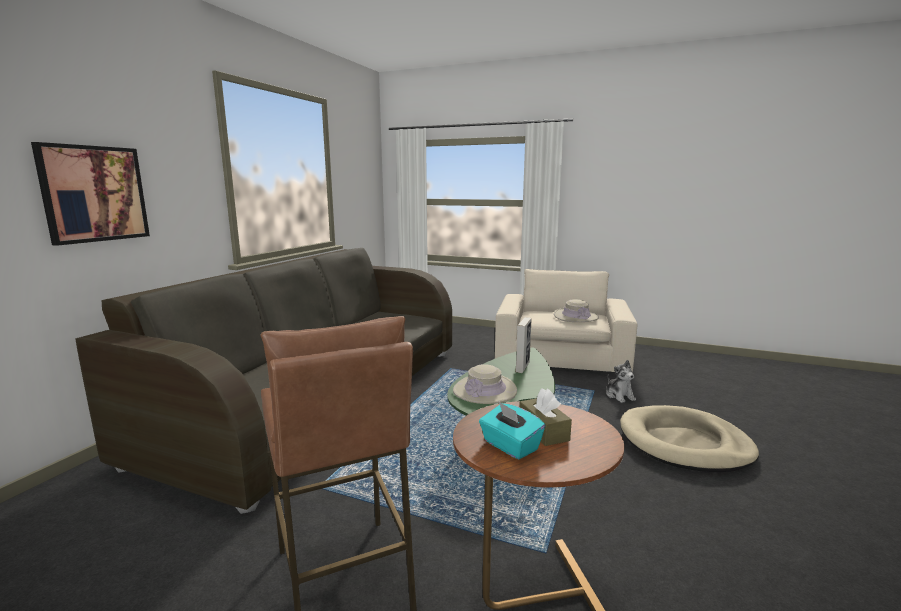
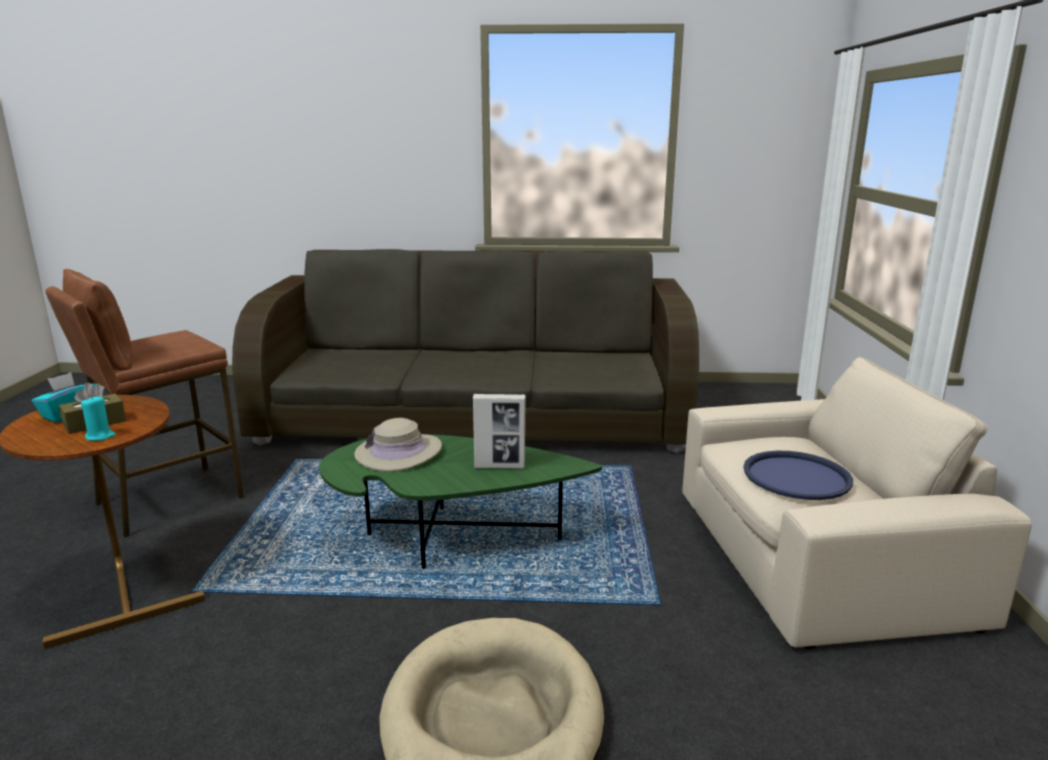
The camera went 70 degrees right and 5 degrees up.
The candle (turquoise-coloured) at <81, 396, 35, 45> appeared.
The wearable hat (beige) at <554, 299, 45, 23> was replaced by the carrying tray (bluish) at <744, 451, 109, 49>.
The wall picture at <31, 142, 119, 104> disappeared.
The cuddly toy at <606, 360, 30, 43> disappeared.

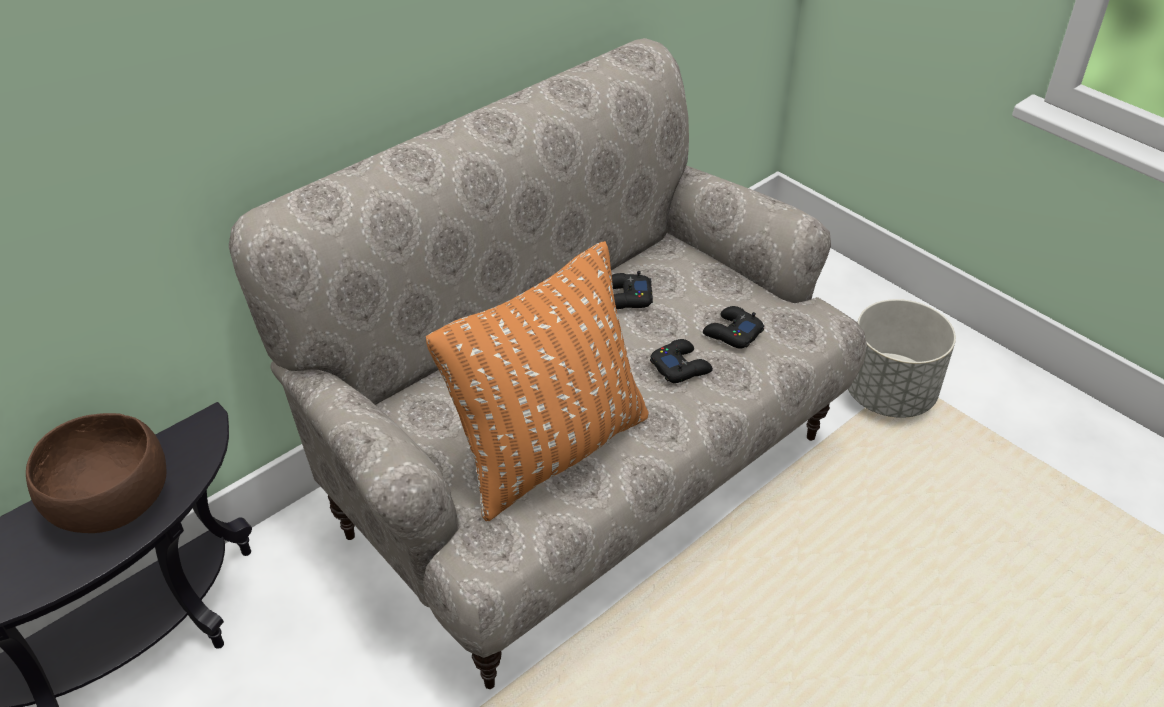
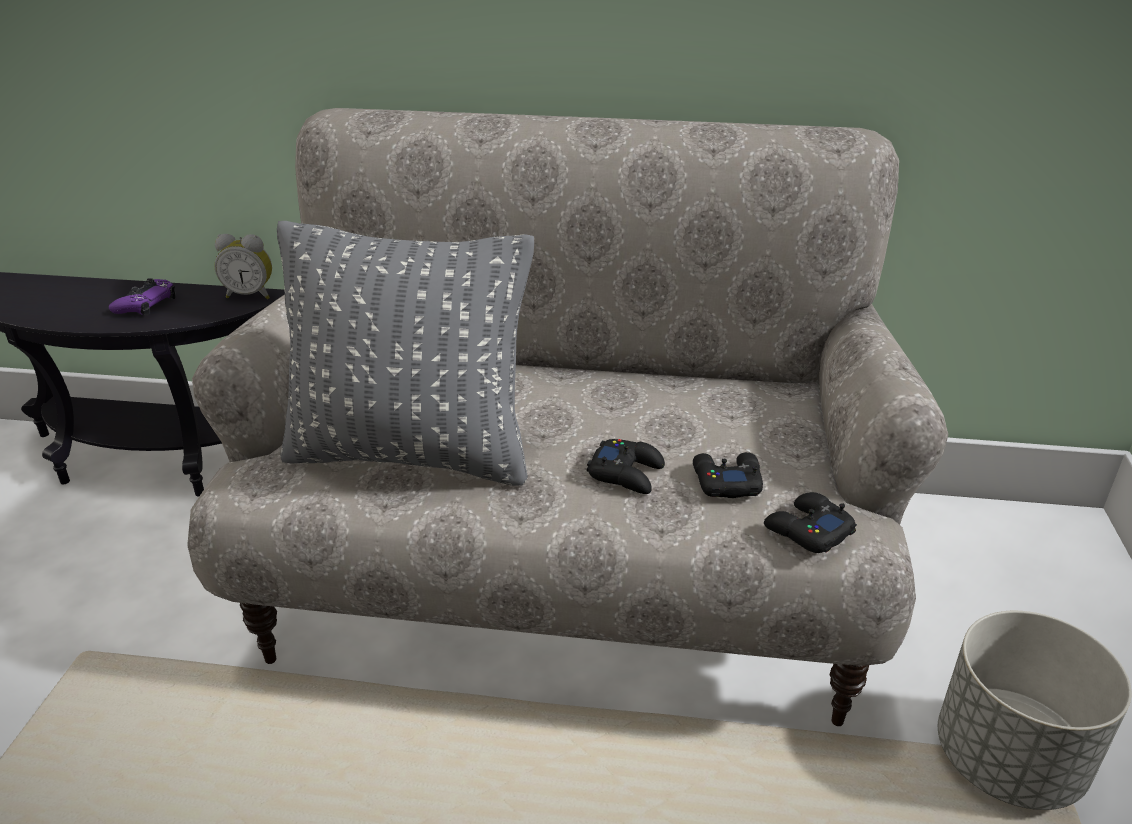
The camera went 50 degrees right and 10 degrees down.
The deep dish (brownish) at <26, 413, 141, 120> was replaced by the gamepad (purple) at <109, 278, 66, 38>.
The bedside clock at <214, 234, 58, 65> appeared.
The cushion (orange) at <426, 241, 223, 280> became the cushion (greyish) at <277, 221, 257, 265>.
The gamepad (black) moved from <612, 271, 41, 38> to <764, 492, 93, 61>.

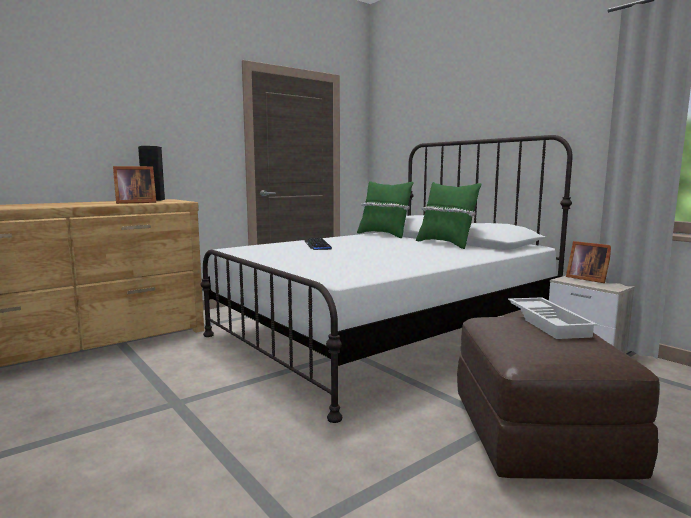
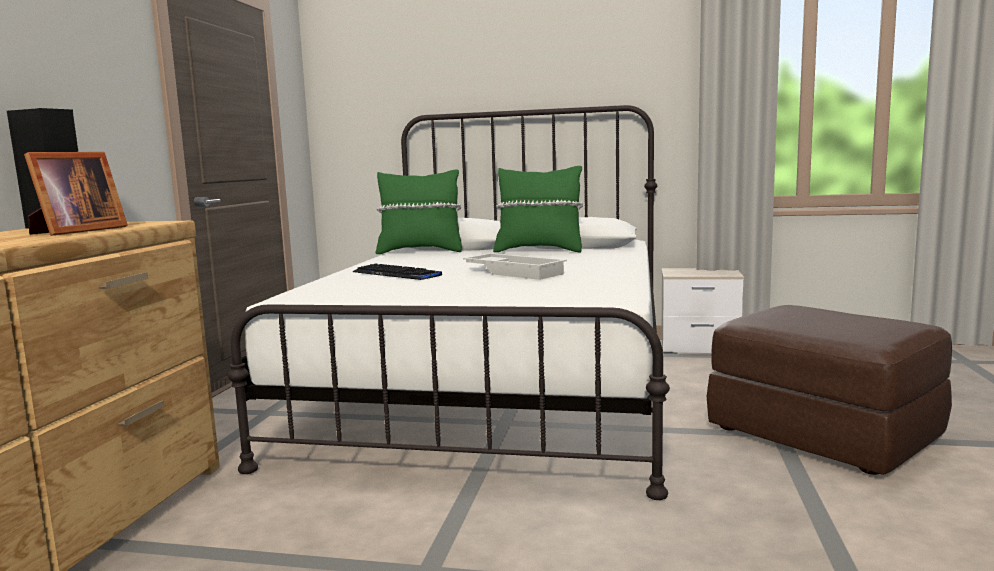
The camera went 40 degrees left and 0 degrees up.
The carrying tray (white) moved from <508, 297, 90, 42> to <463, 253, 104, 27>.
The picture frame at <566, 241, 45, 42> disappeared.

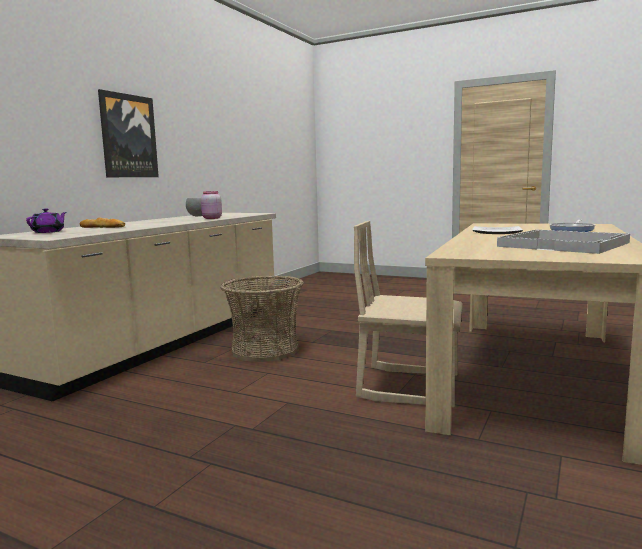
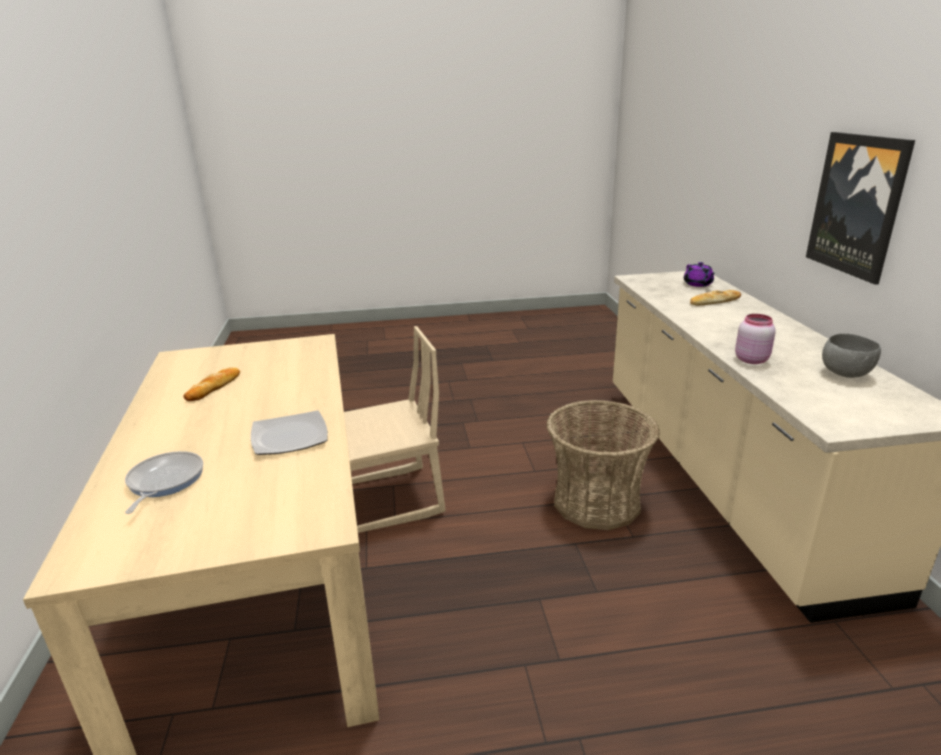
The camera went 145 degrees right and 15 degrees up.
The carrying tray (white) at <497, 230, 133, 24> was replaced by the bread at <183, 367, 57, 34>.

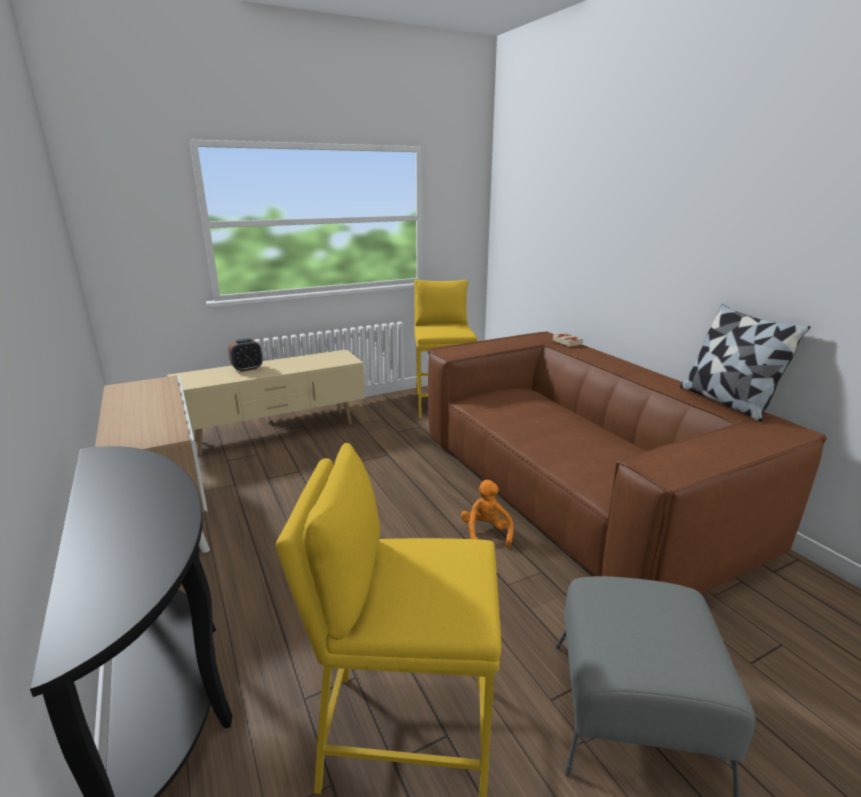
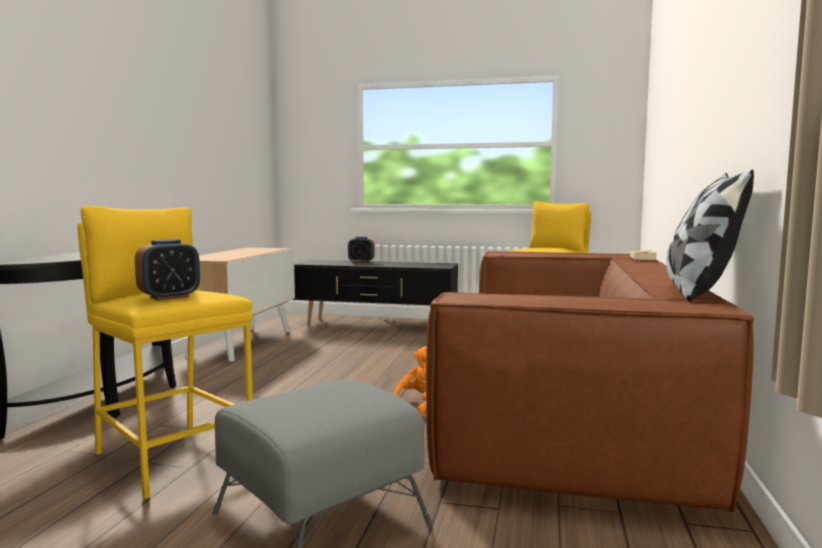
The camera went 40 degrees right and 15 degrees down.
The bedside clock at <135, 239, 65, 61> appeared.
The tv unit (beige) at <167, 349, 198, 107> became the tv unit (black) at <293, 260, 165, 66>.

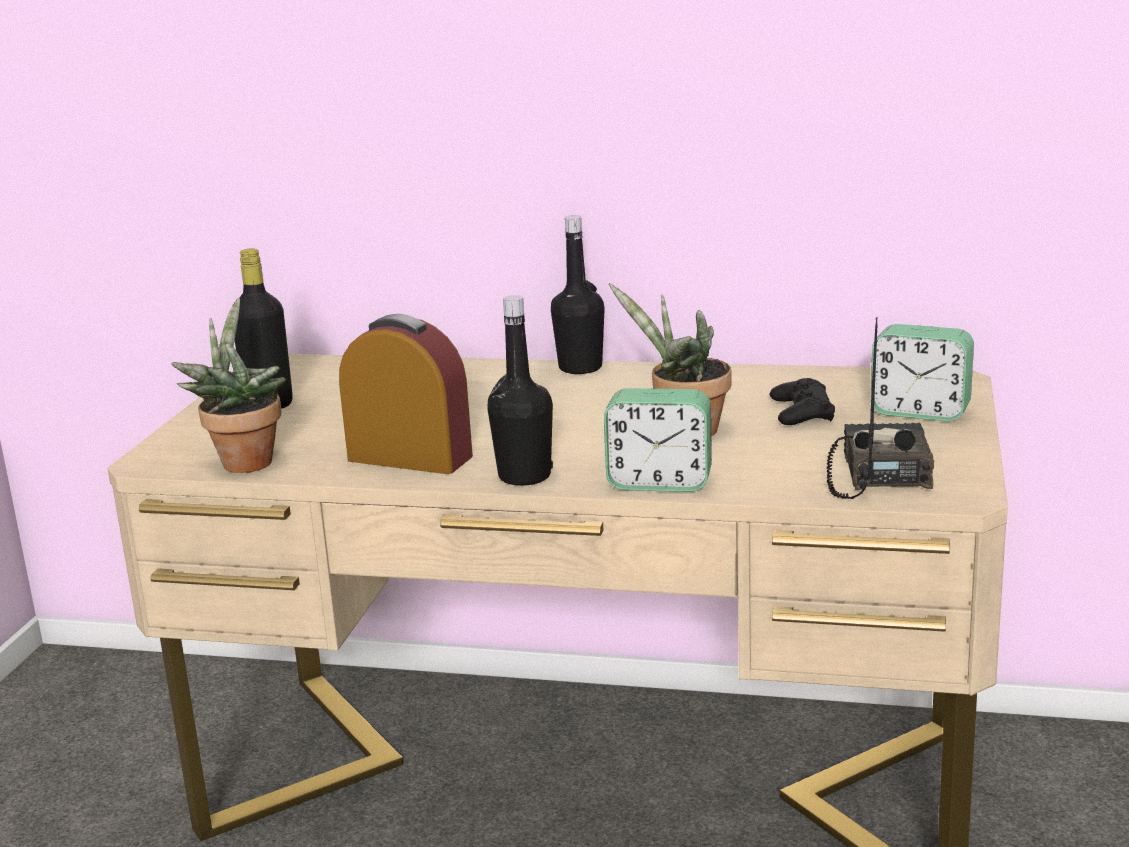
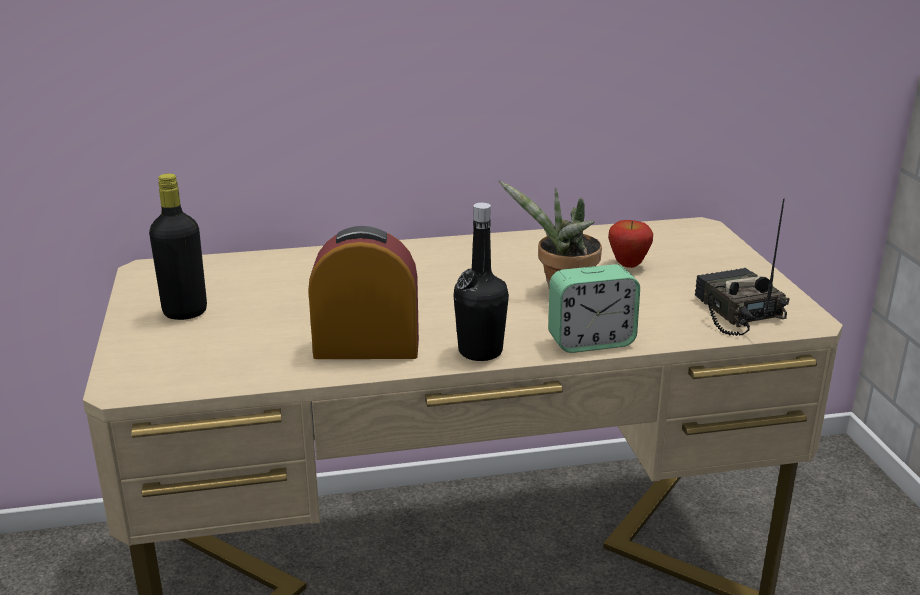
The camera went 25 degrees left and 5 degrees up.
The gamepad (black) at <770, 378, 65, 47> was replaced by the whole apple at <608, 220, 45, 48>.
The potted plant at <171, 298, 115, 175> disappeared.
The drink bottle (black) at <551, 215, 54, 159> disappeared.
The bedside clock at <871, 324, 103, 98> disappeared.

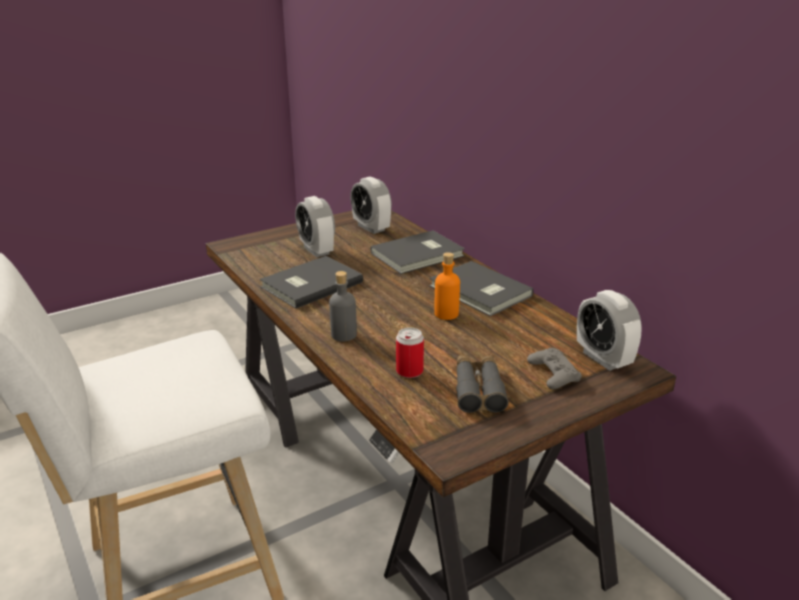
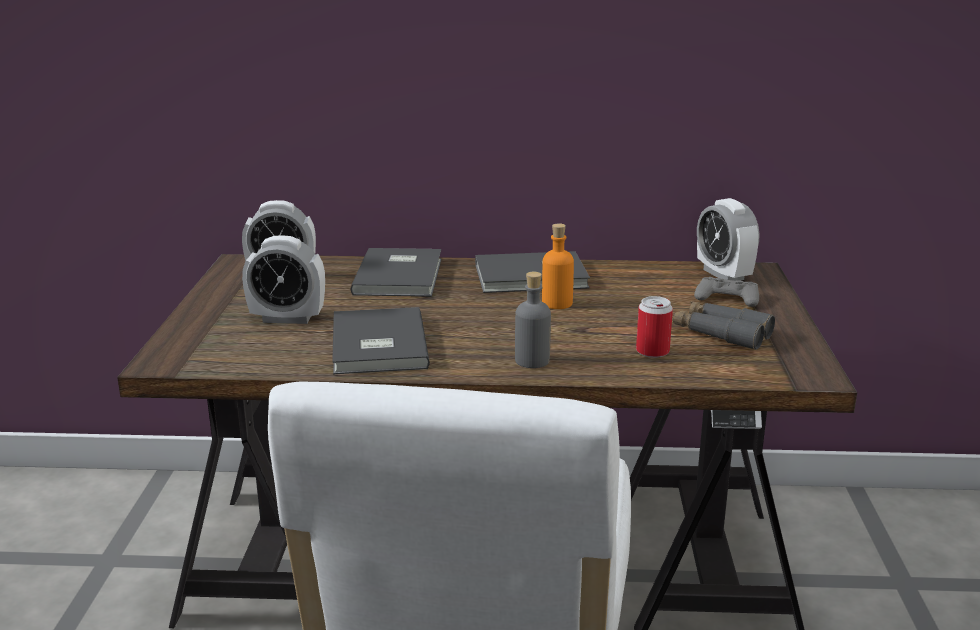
The camera went 55 degrees left and 5 degrees down.
The bedside clock at <577, 290, 65, 81> turned 60 degrees clockwise.

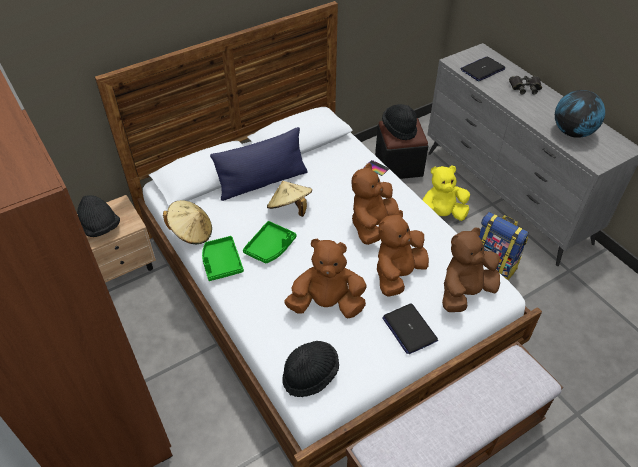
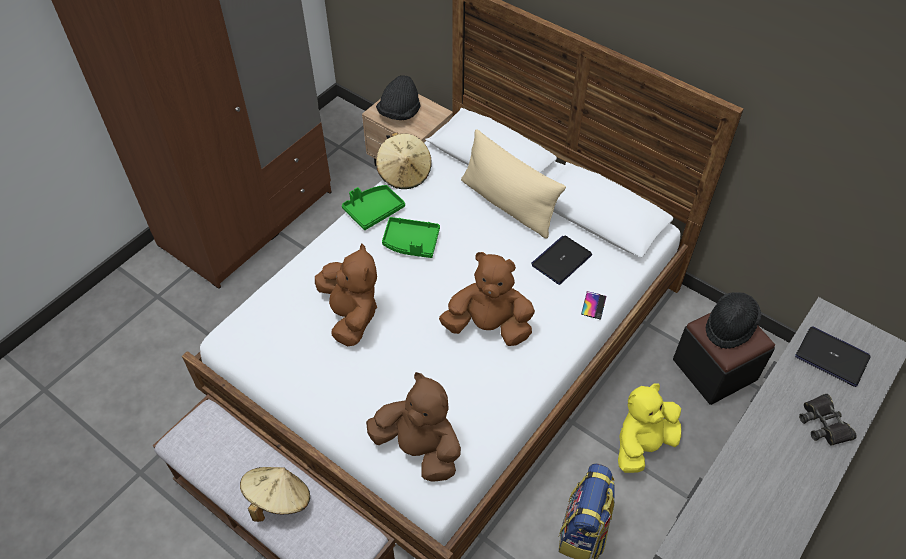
The camera went 70 degrees right and 5 degrees up.
The wearable hat (beige) moved from <267, 181, 45, 36> to <240, 467, 70, 55>.
The cushion (bluish) at <210, 127, 97, 74> became the cushion (beige) at <461, 129, 105, 110>.
The portable computer moved from <382, 303, 56, 51> to <531, 236, 61, 49>.
The cuddly toy (yellow-coloured) at <423, 165, 47, 56> turned 90 degrees counterclockwise.
The wearable hat (black) at <282, 341, 57, 56> disappeared.
The cuddly toy (brownish) at <377, 210, 52, 87> disappeared.
The desk globe at <555, 90, 50, 48> disappeared.

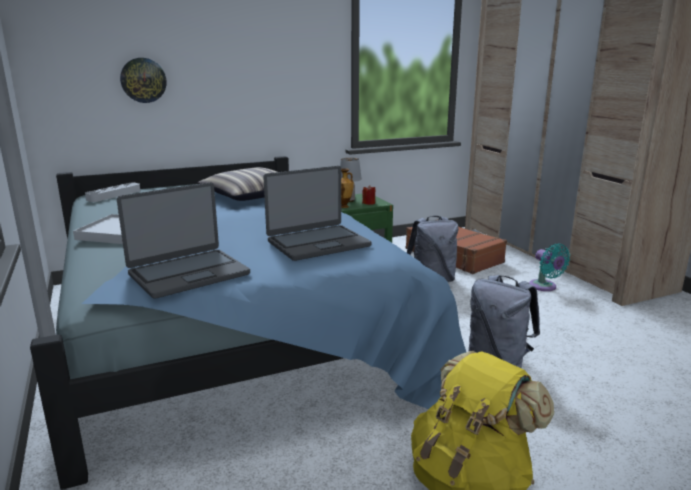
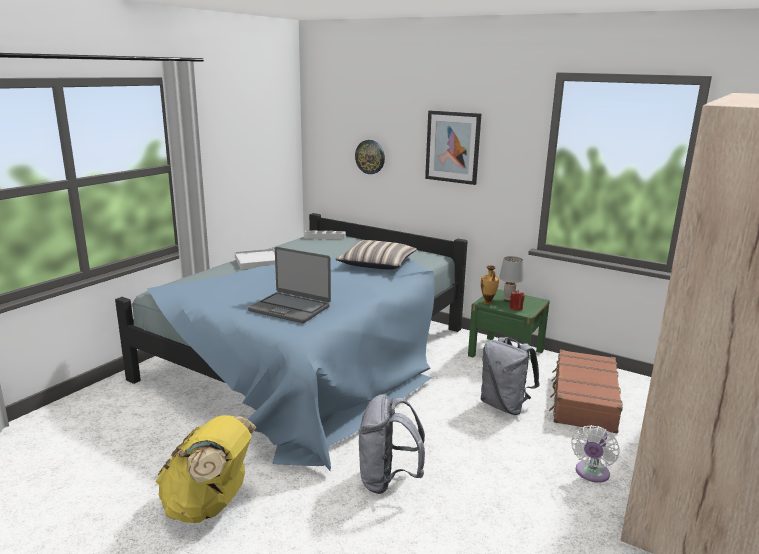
The camera went 55 degrees right and 0 degrees up.
The wall picture at <425, 110, 56, 75> appeared.
The electric fan (turquoise-coloured) at <529, 243, 41, 48> became the electric fan (white) at <571, 425, 49, 58>.
The portable computer at <117, 182, 133, 117> disappeared.

